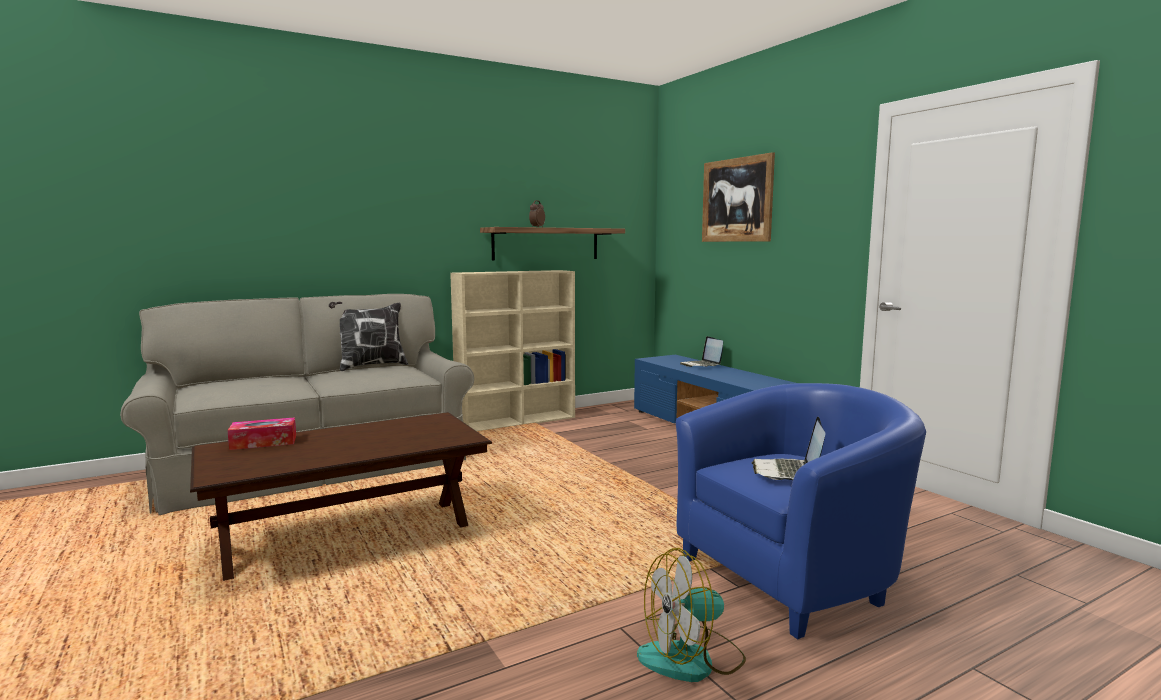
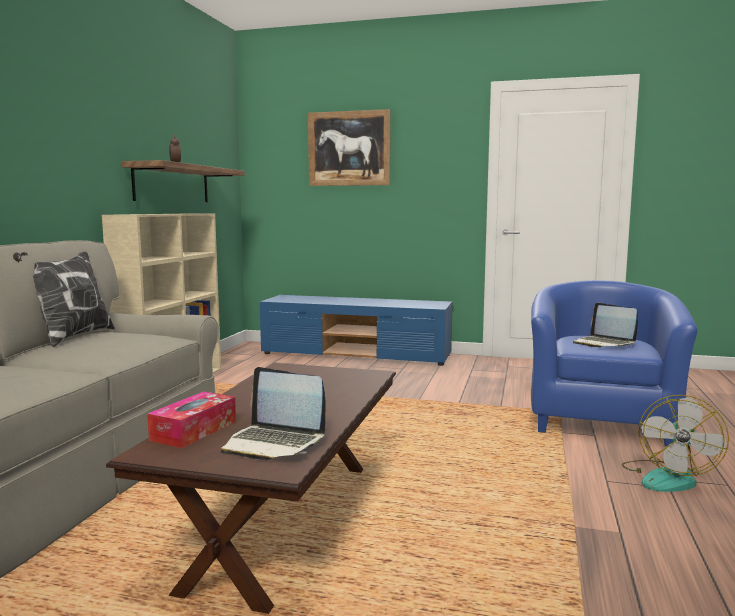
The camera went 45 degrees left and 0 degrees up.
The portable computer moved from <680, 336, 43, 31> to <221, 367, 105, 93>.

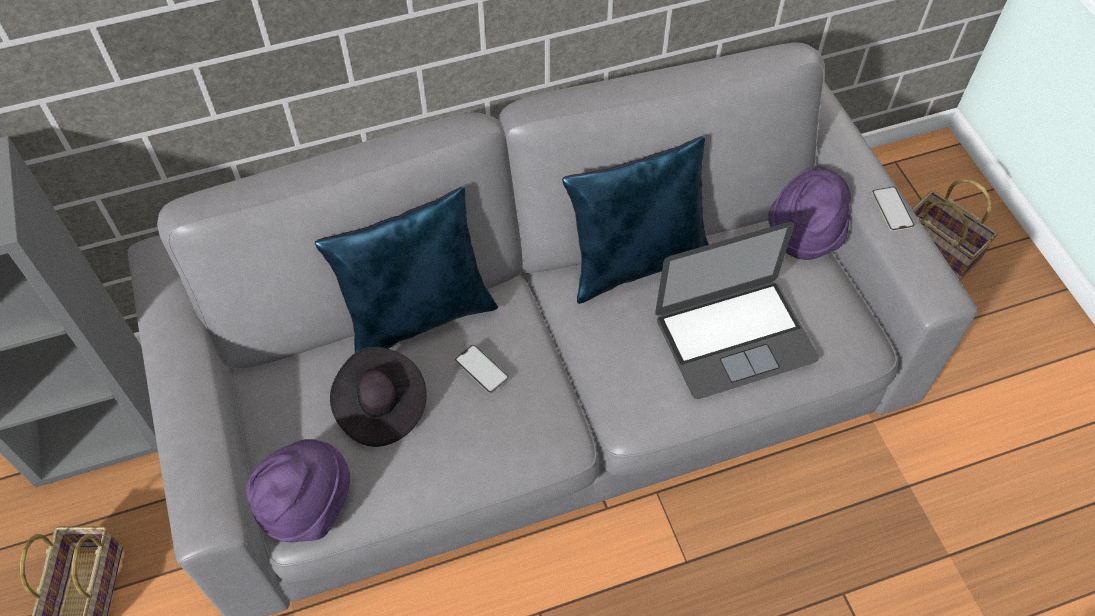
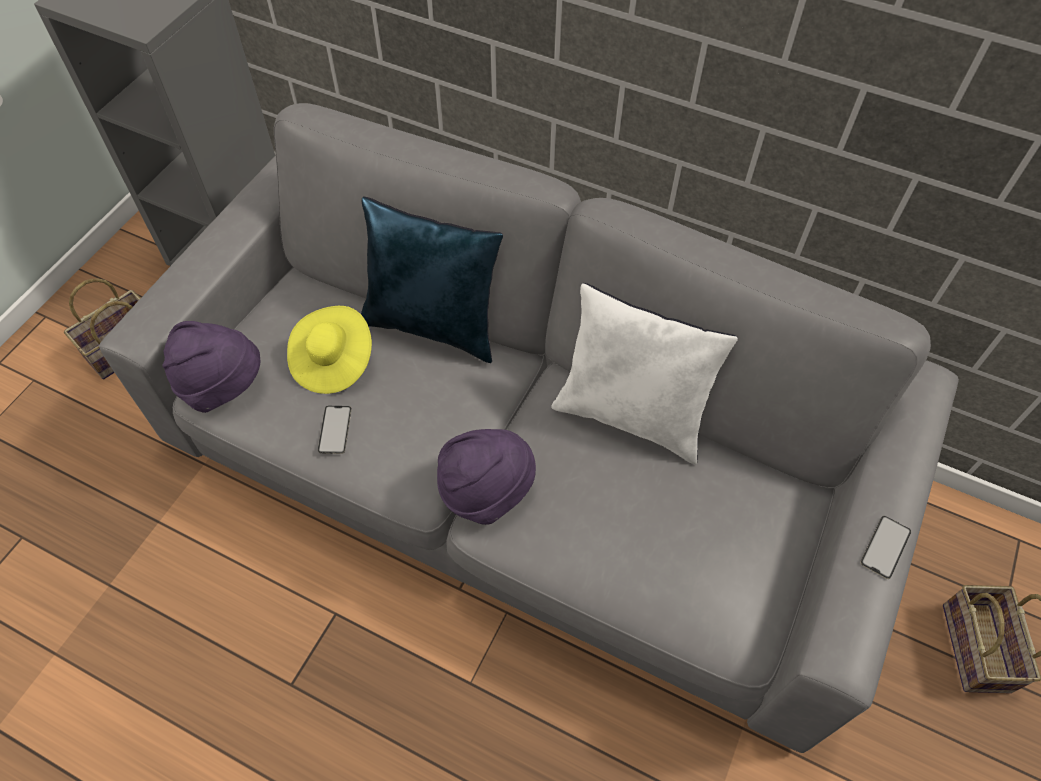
The camera went 45 degrees right and 0 degrees up.
The wearable hat (black) at <330, 347, 97, 100> became the wearable hat (yellow-coloured) at <287, 306, 85, 88>.
The handset moved from <455, 344, 54, 49> to <318, 406, 34, 48>.
The wearable hat (purple) moved from <768, 168, 83, 92> to <437, 429, 99, 96>.
The cushion (bluish) at <562, 136, 147, 168> became the cushion (white) at <551, 283, 187, 181>.
The portable computer at <655, 222, 164, 177> disappeared.

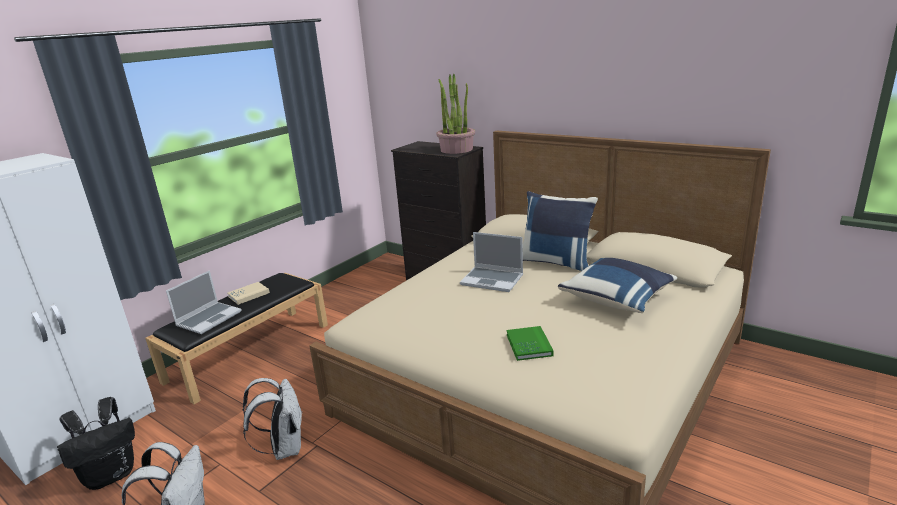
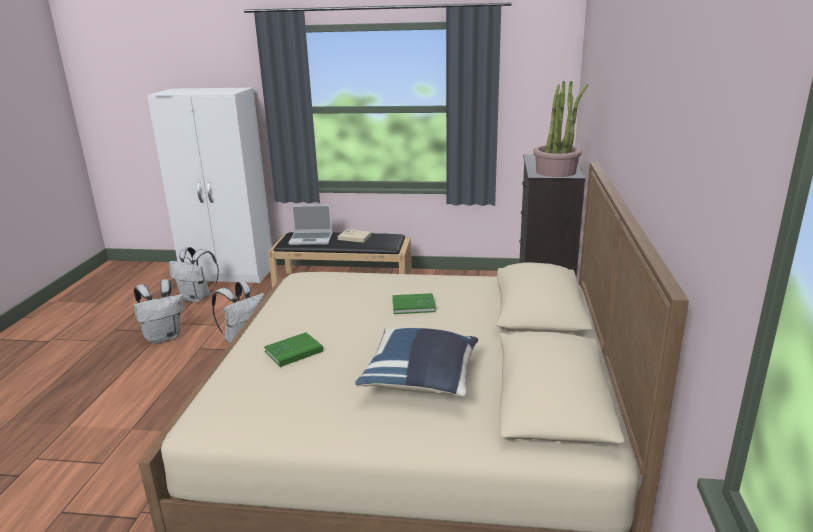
The camera went 60 degrees right and 0 degrees up.
The backpack (black) at <57, 397, 78, 93> became the backpack (white) at <169, 247, 50, 56>.
The portable computer at <460, 232, 63, 60> was replaced by the bound book (green-coloured) at <392, 293, 44, 21>.
The cushion (bluish) at <523, 191, 75, 80> disappeared.

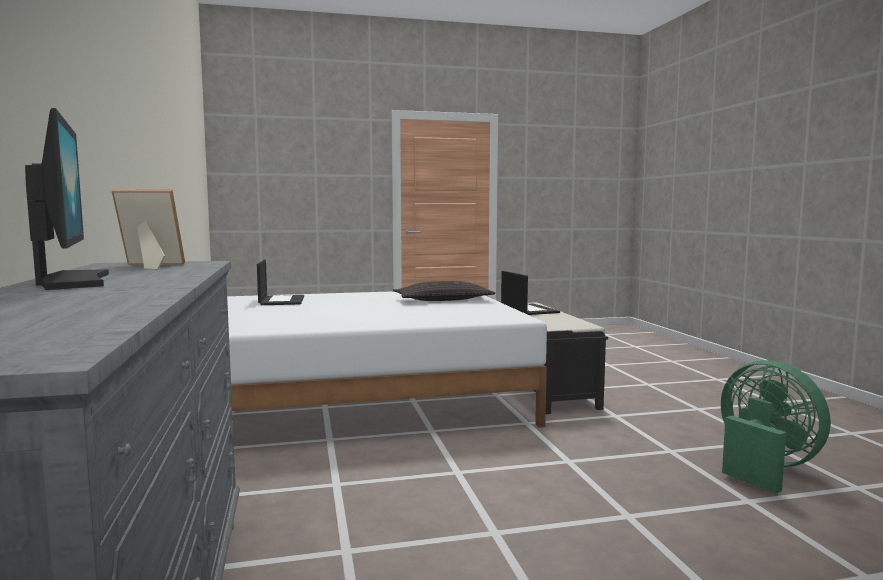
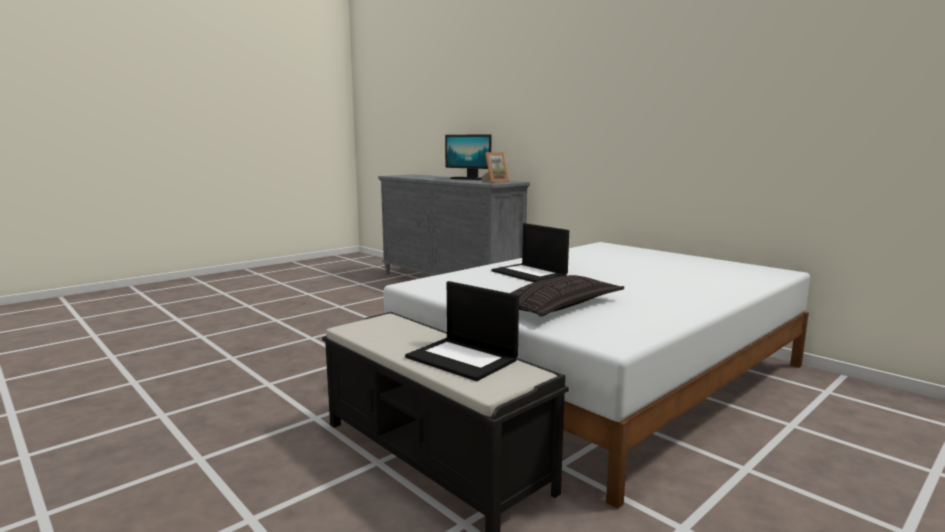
The camera went 150 degrees right and 5 degrees up.
The portable computer moved from <257, 259, 47, 46> to <491, 223, 78, 59>.
The electric fan (green-coloured) at <721, 360, 109, 134> disappeared.

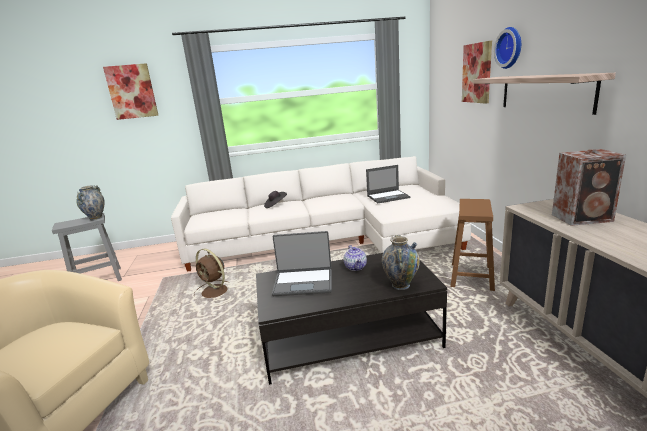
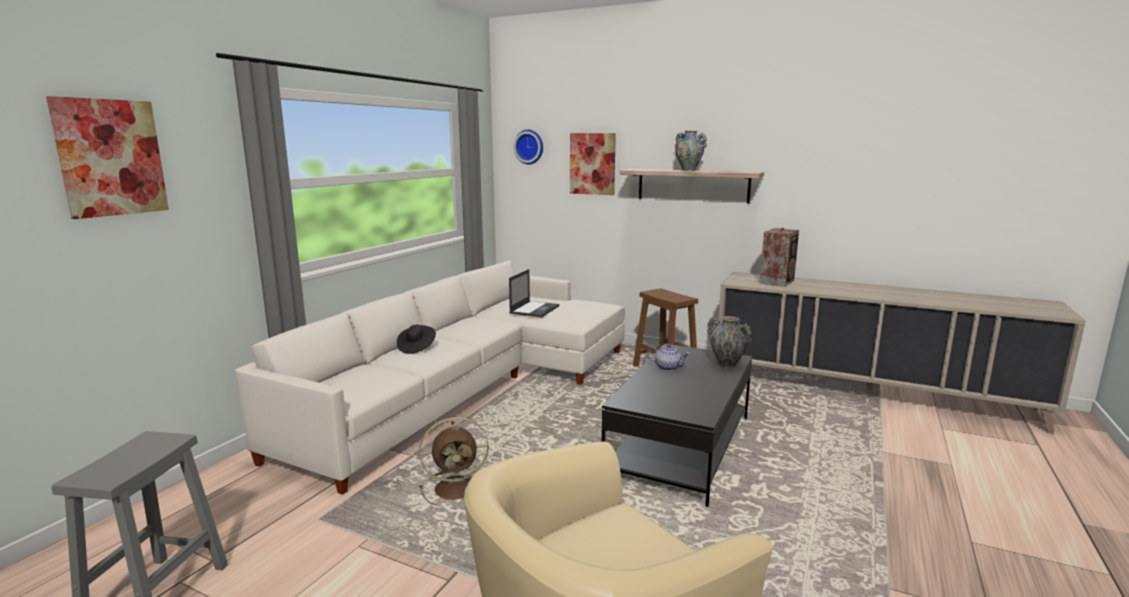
The camera went 55 degrees left and 5 degrees down.
The wall clock moved from <494, 27, 27, 42> to <514, 130, 29, 34>.
The flower vase moved from <76, 185, 29, 35> to <675, 131, 32, 40>.
The portable computer at <272, 231, 60, 65> disappeared.

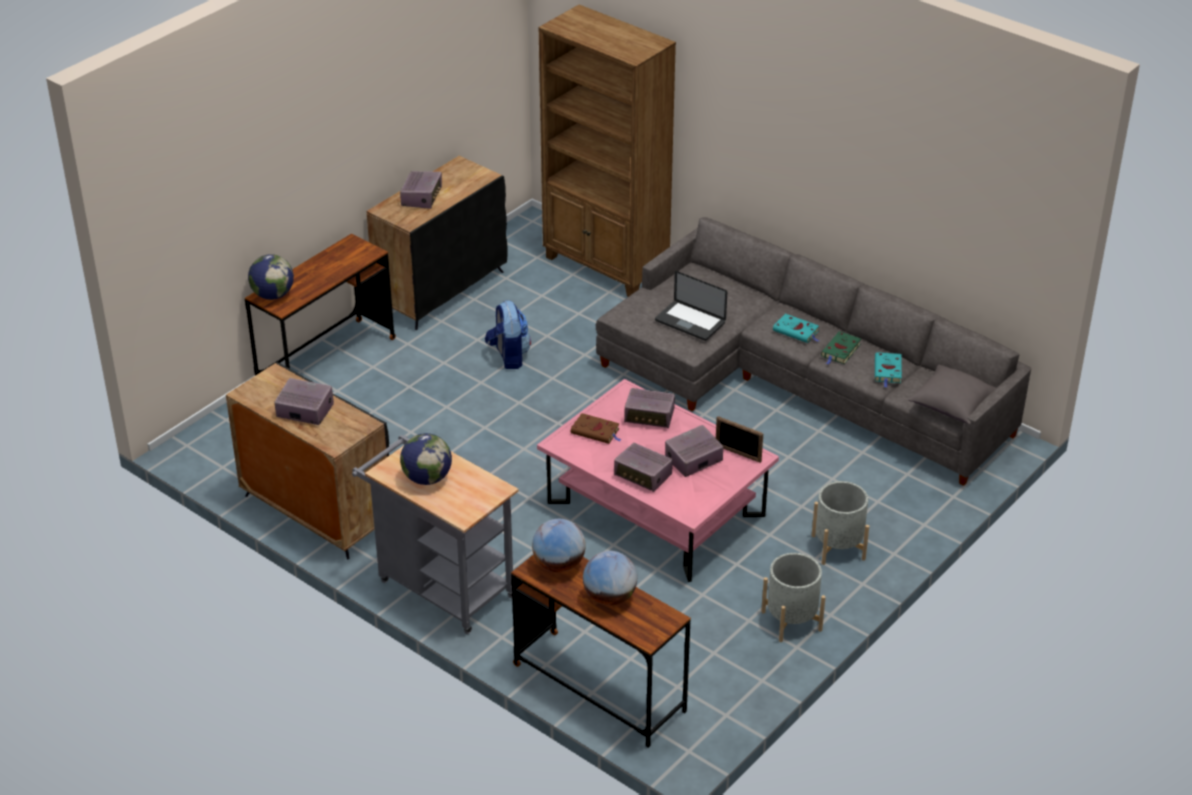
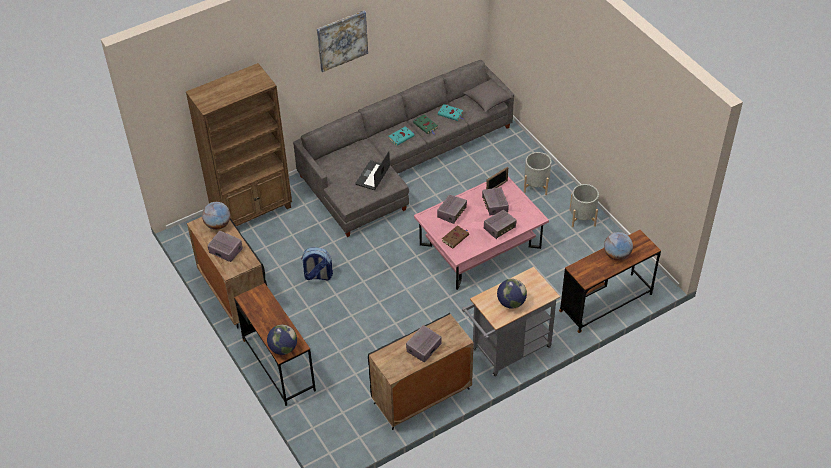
The camera went 70 degrees left and 10 degrees up.
The desk globe moved from <532, 519, 54, 53> to <202, 202, 28, 28>.
The wall picture at <317, 11, 51, 61> appeared.
The portable computer at <655, 271, 72, 70> turned 150 degrees clockwise.

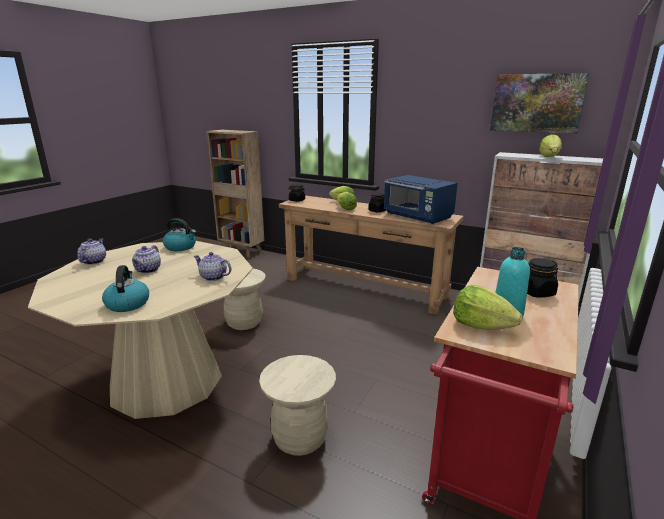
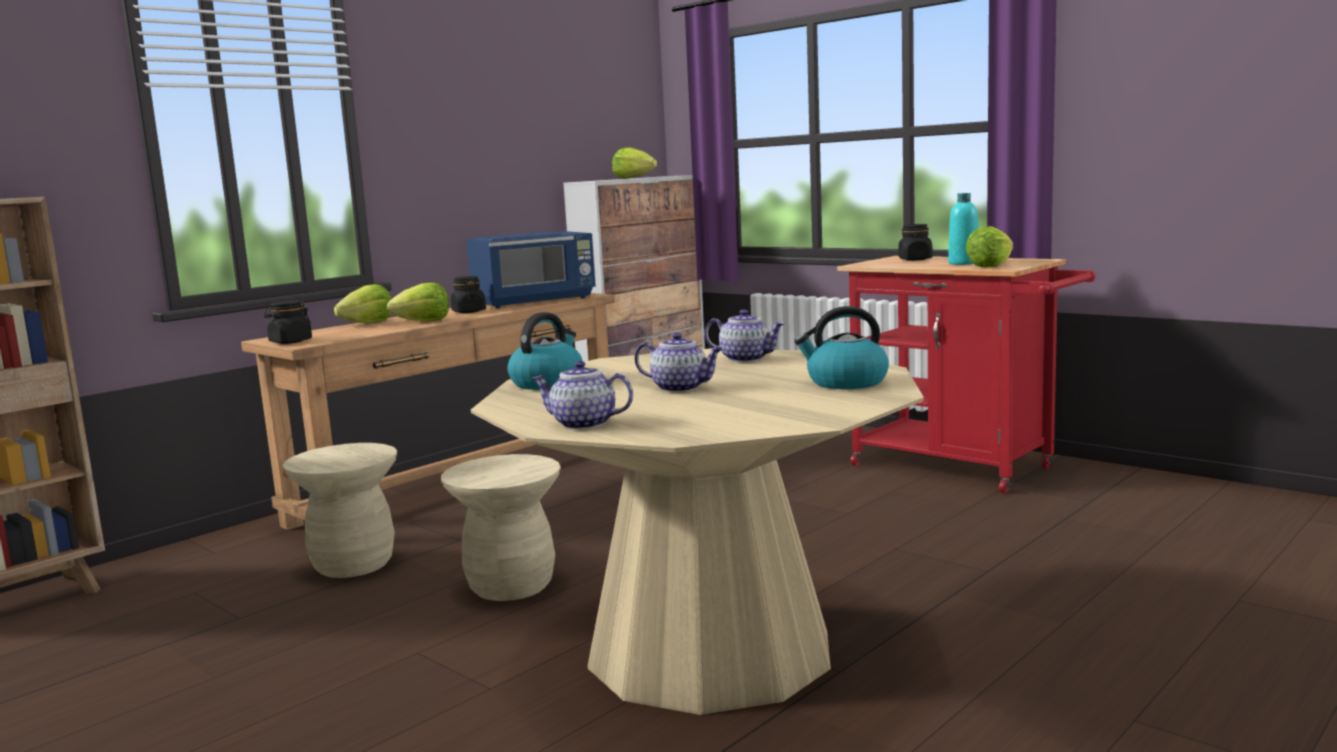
The camera went 75 degrees left and 10 degrees down.
The sitting stool (beige) moved from <259, 355, 77, 101> to <283, 443, 114, 135>.
The pot for tea at <194, 252, 38, 29> turned 105 degrees counterclockwise.
The wall picture at <490, 73, 99, 61> disappeared.

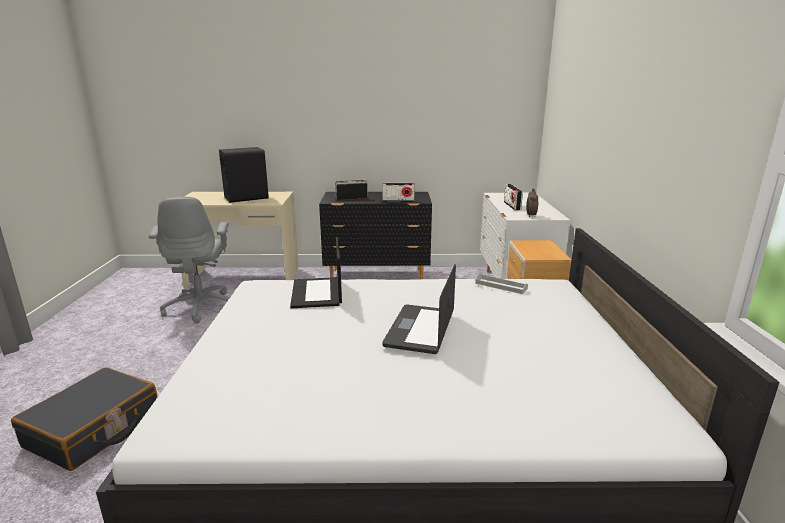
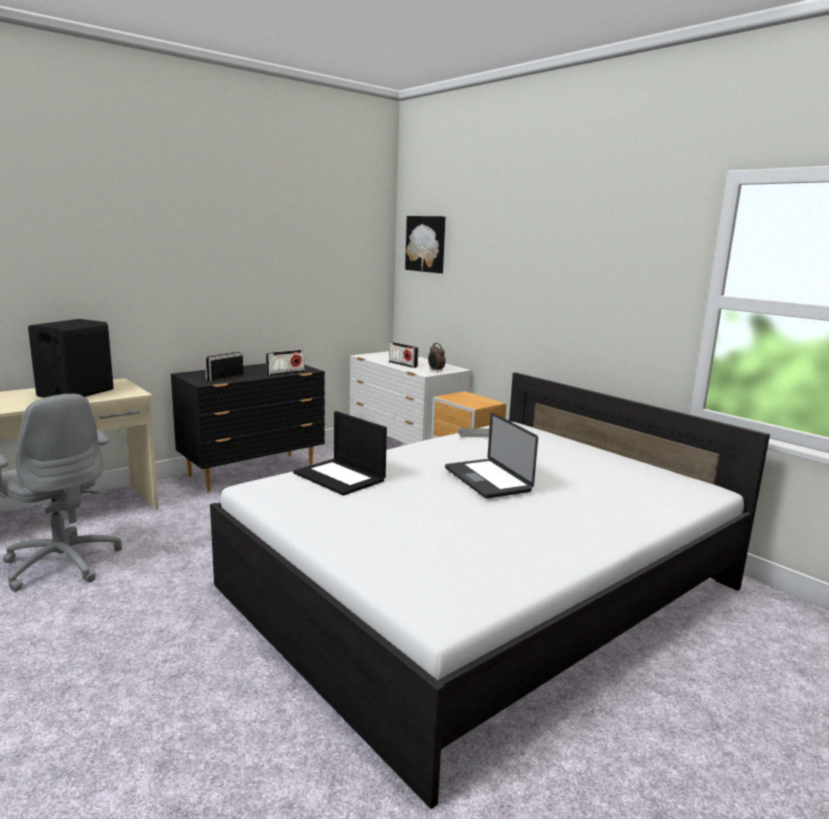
The camera went 40 degrees left and 5 degrees down.
The wall picture at <405, 216, 41, 57> appeared.
The suitcase (black) at <11, 367, 147, 104> disappeared.

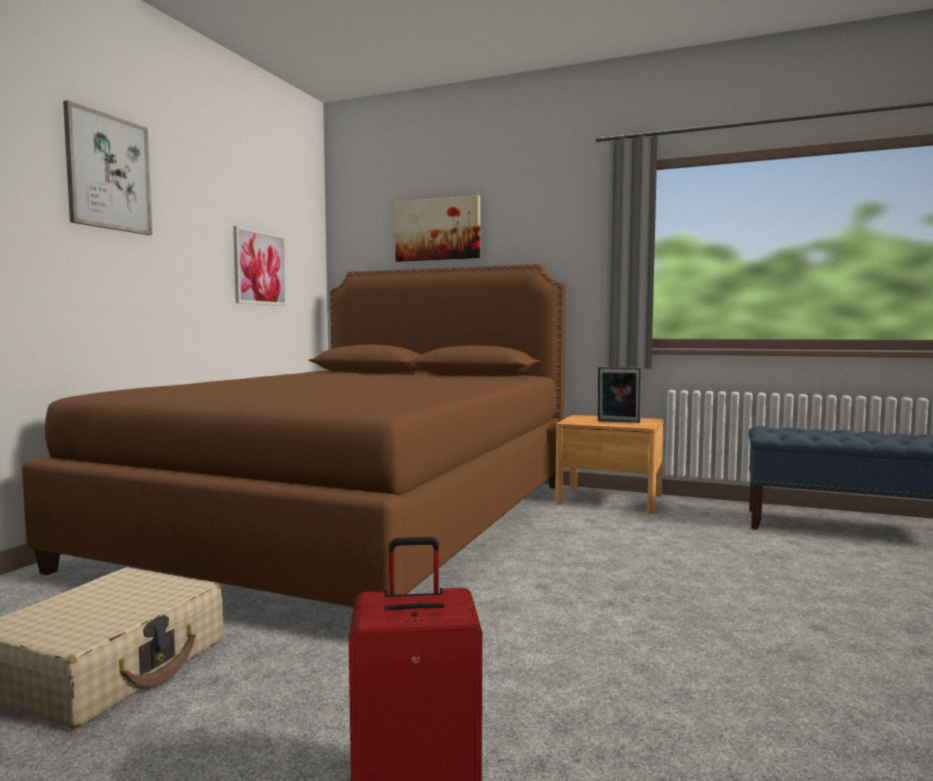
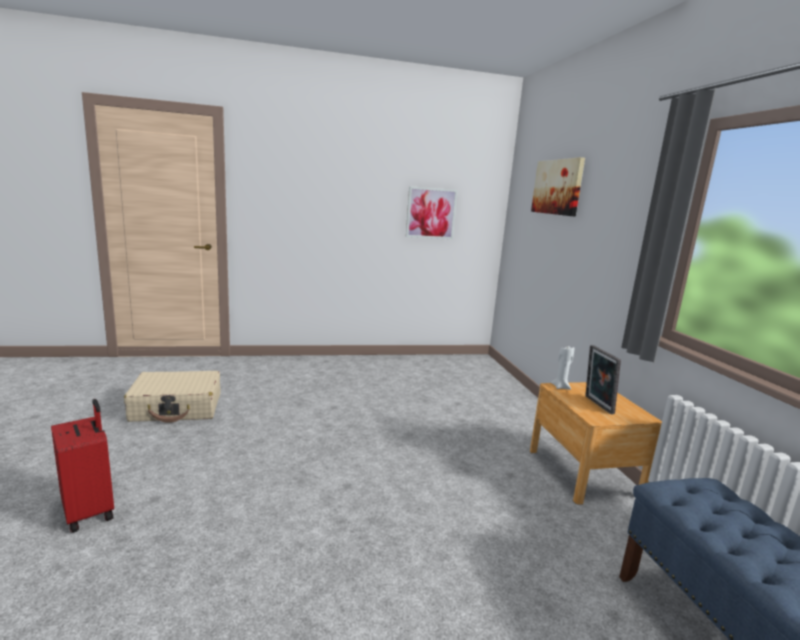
The camera went 55 degrees right and 10 degrees up.
The candle (white) at <551, 346, 23, 44> appeared.
The sleeping bed (brownish) at <22, 264, 544, 343> disappeared.
The wall picture at <63, 100, 90, 135> disappeared.

